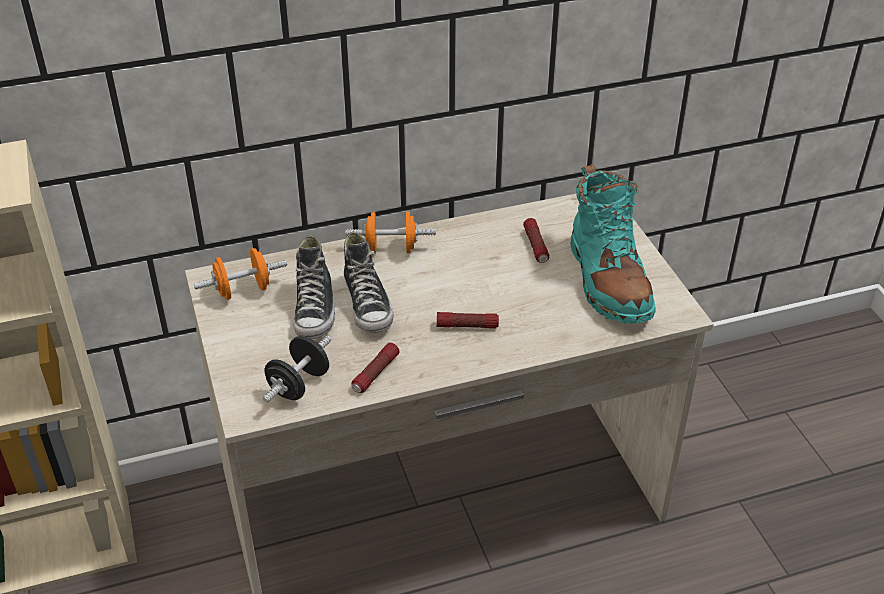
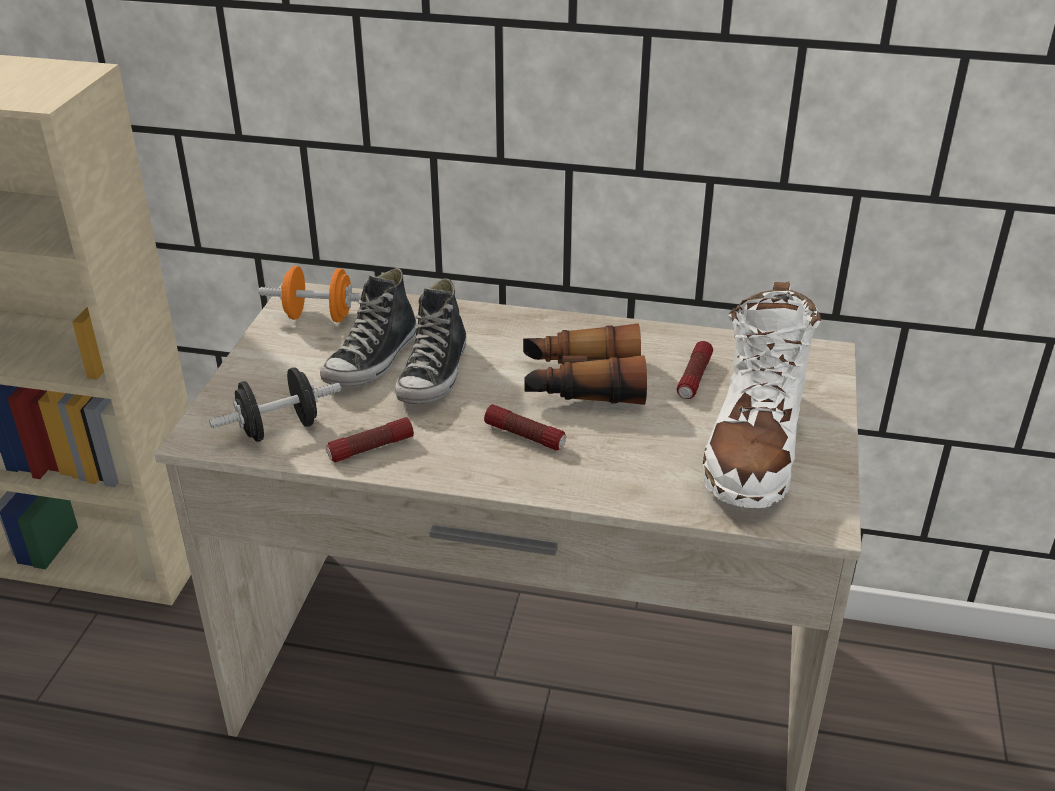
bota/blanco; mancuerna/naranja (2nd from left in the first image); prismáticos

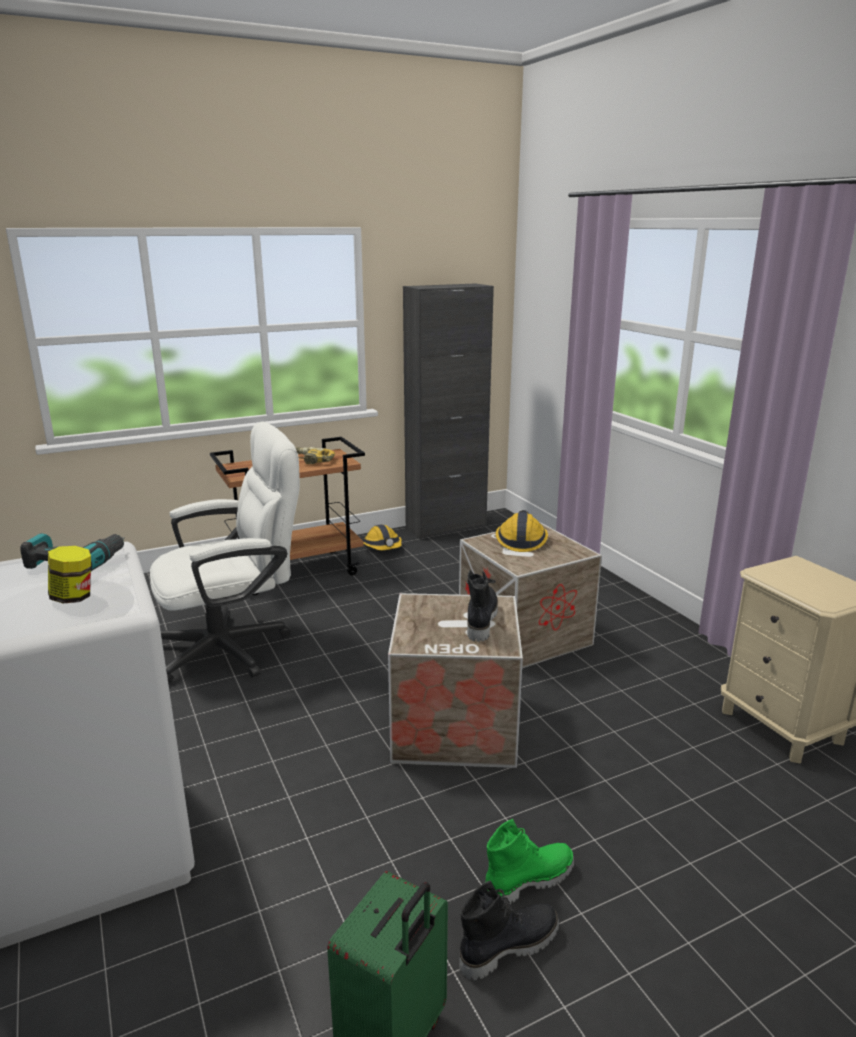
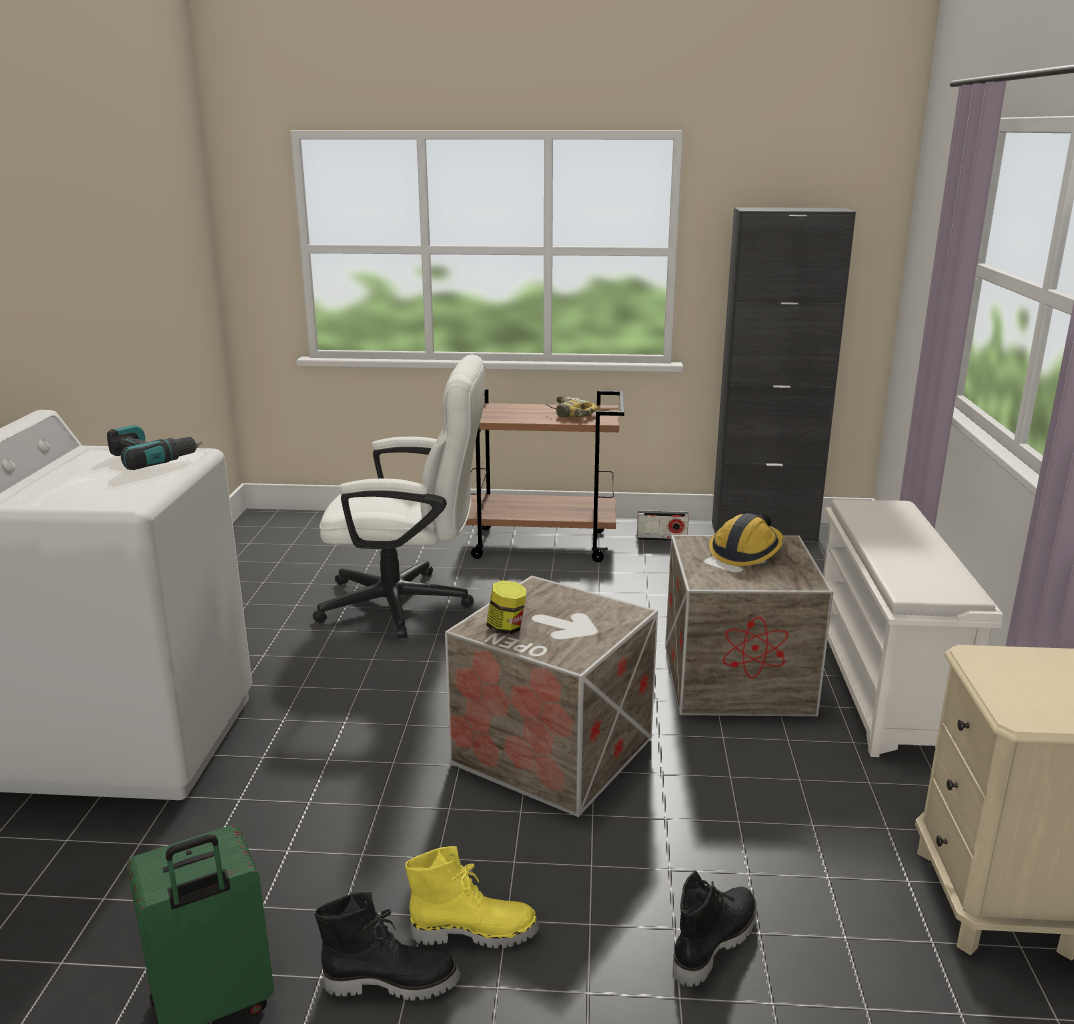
radio; tarro; bota/negro (2nd from left); bota/amarillo; zapatero/blanco

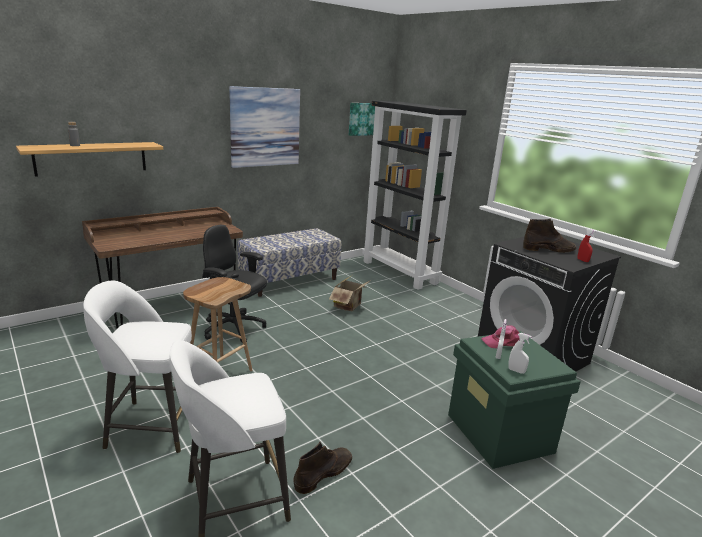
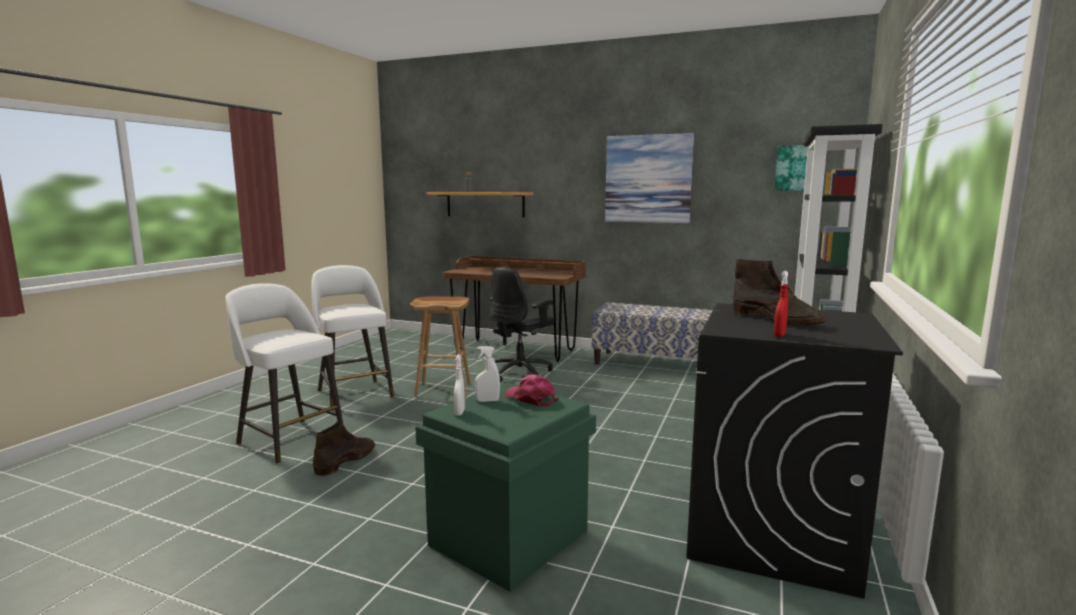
silla de oficina/negro; caja de cartón; bota/marrón (1st from left)

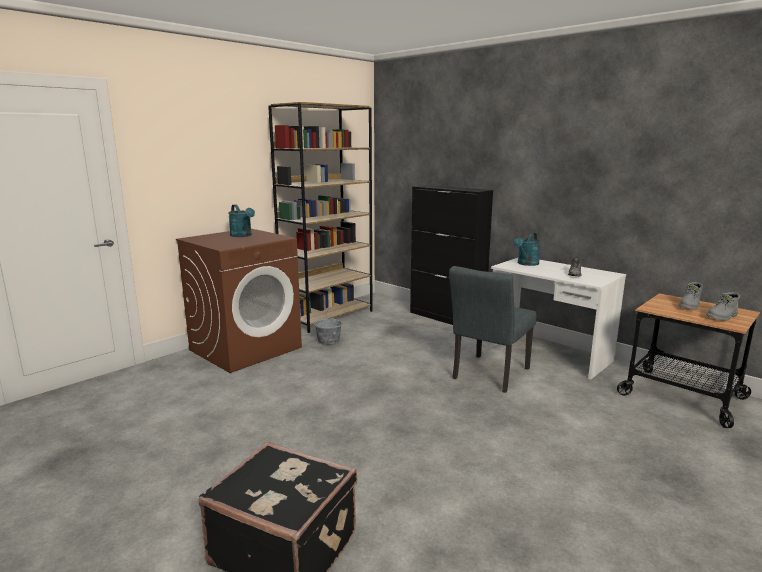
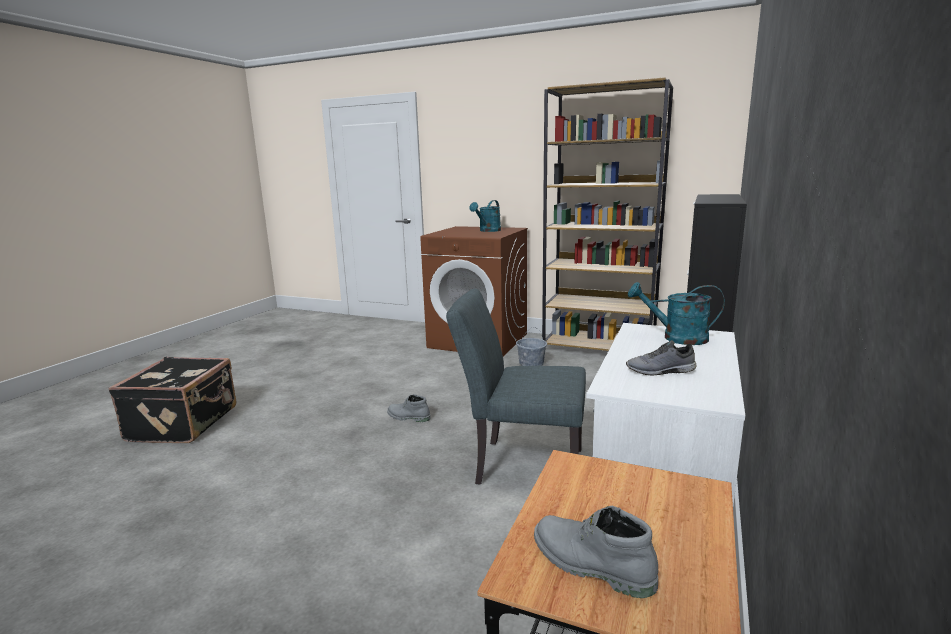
bota/gris (1st from left)

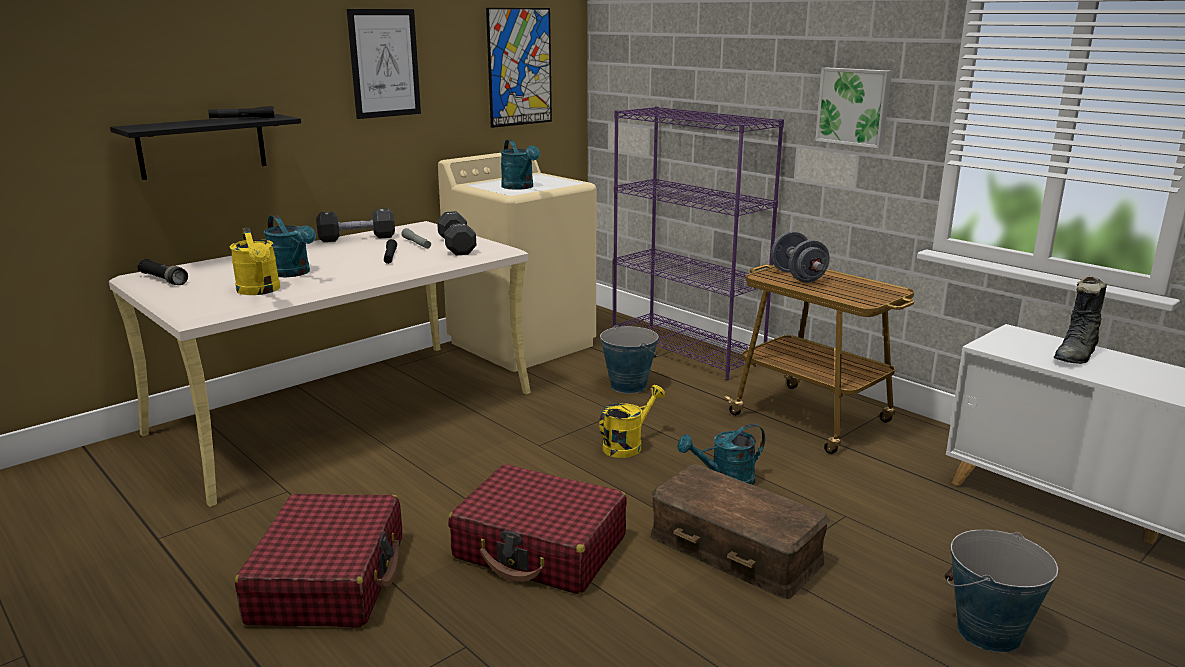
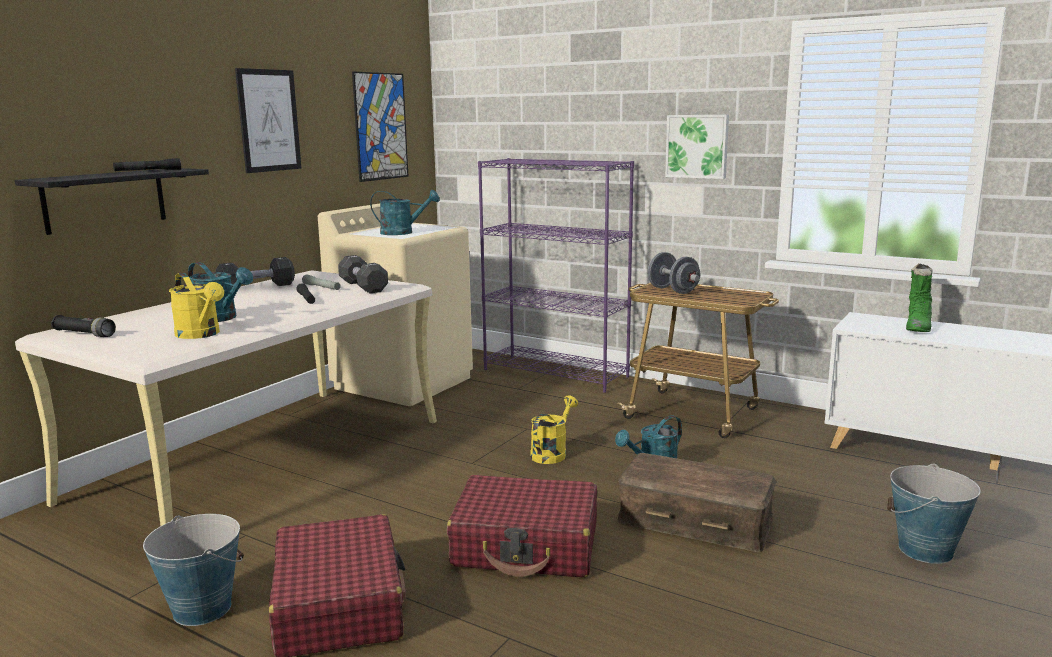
regadera/turquesa (2nd from left); bota/verde; cubo (1st from left)

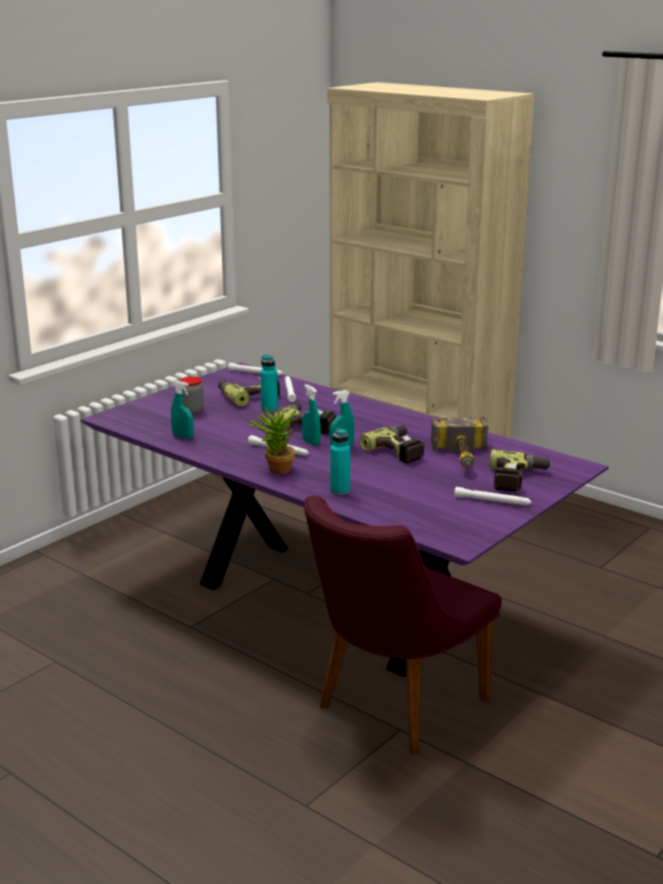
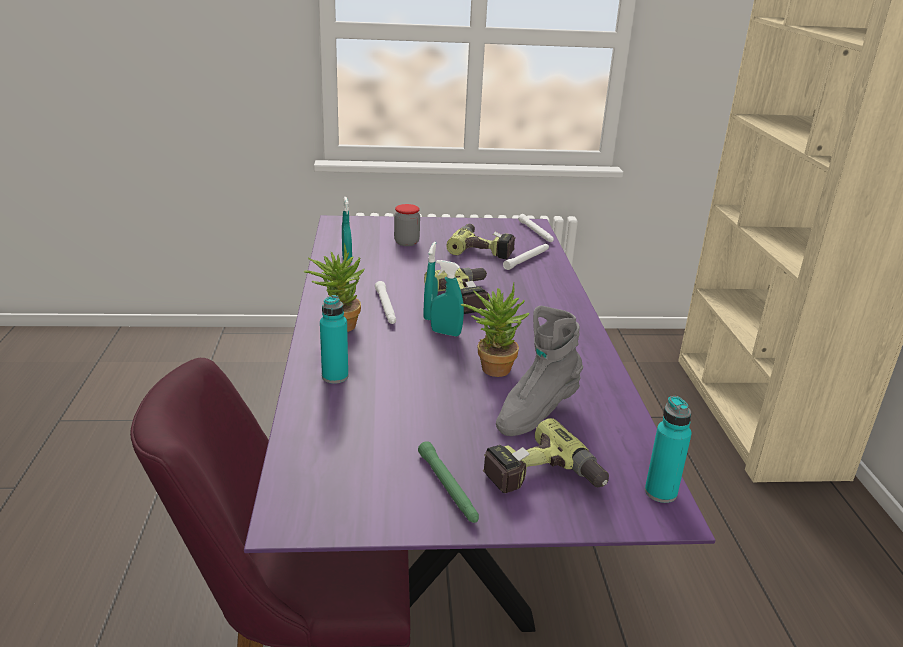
botella/turquesa (2nd from left); bota/gris; planta en maceta (2nd from left); linterna/verde

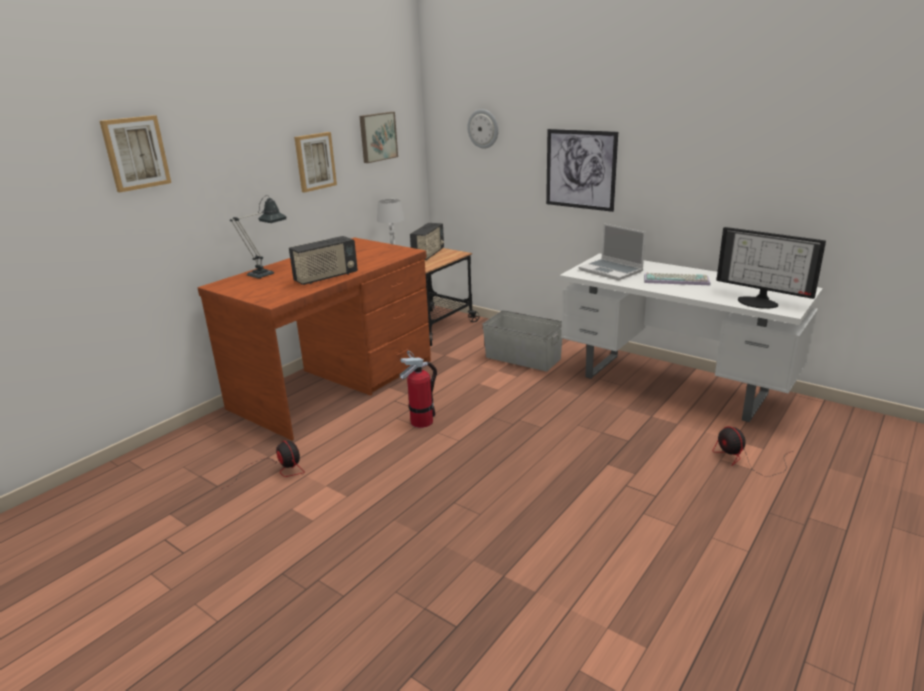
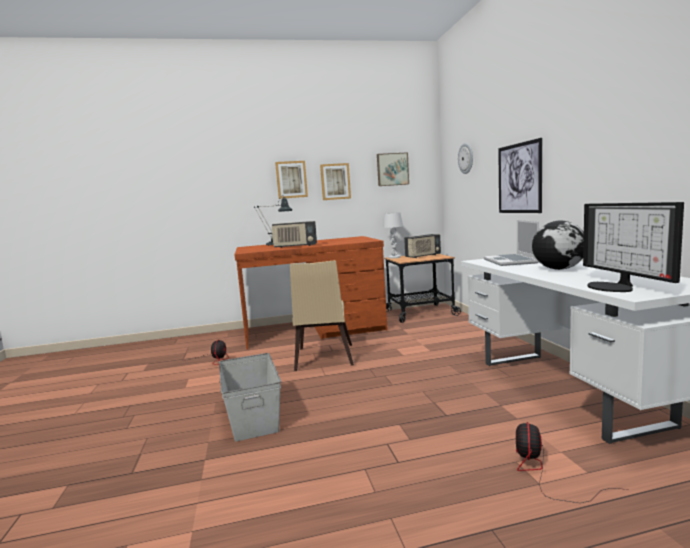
cuadro (1st from left); globo terráqueo; caja de almacenaje/gris; silla/beis

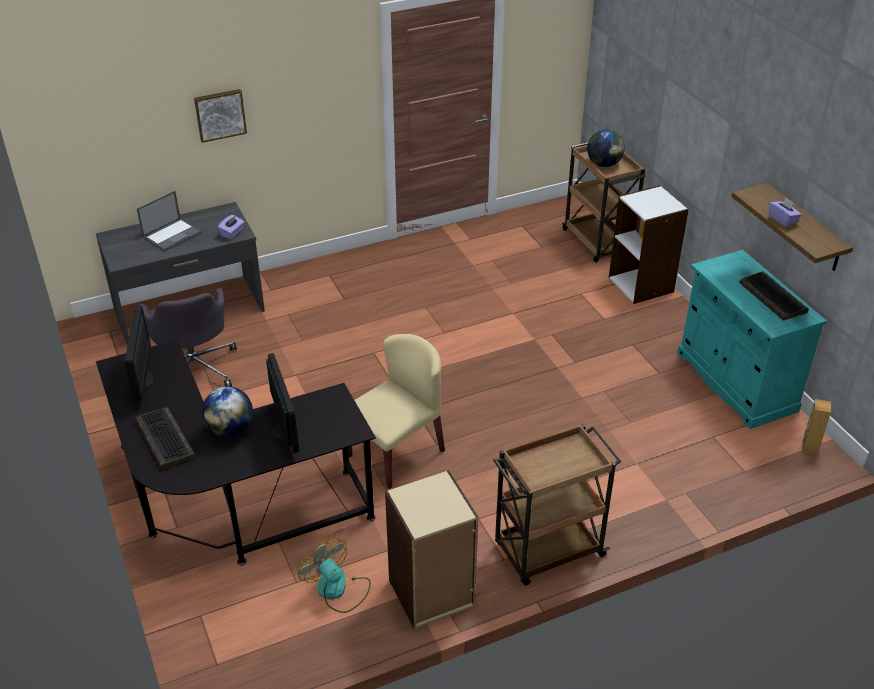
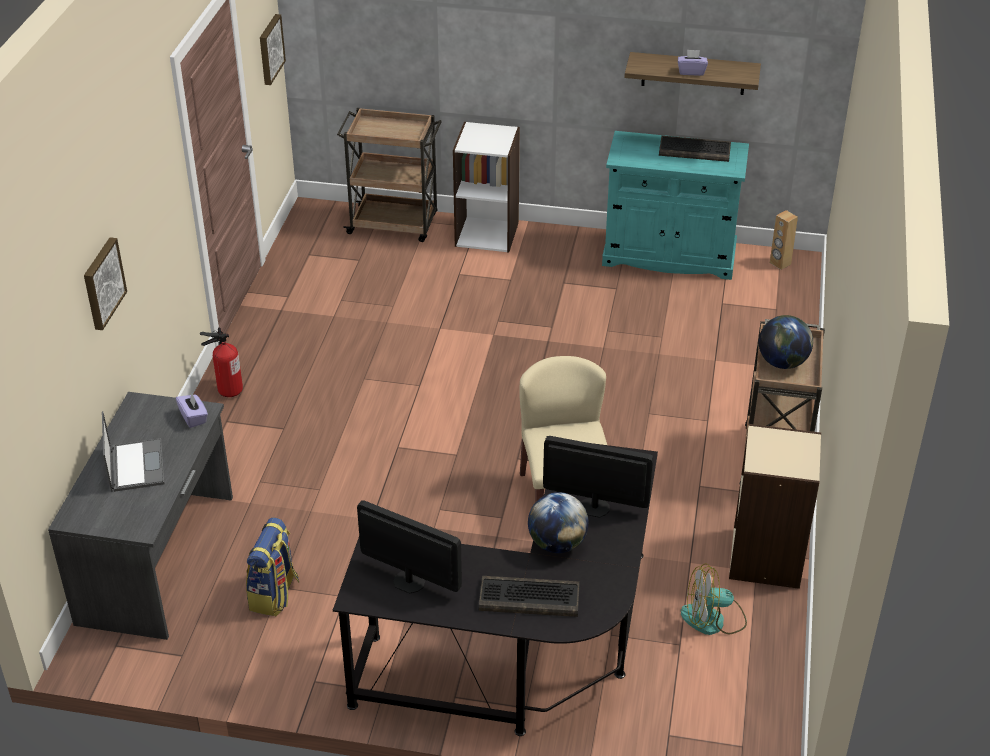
globo terráqueo (2nd from left); mochila; cuadro (2nd from left); extintor

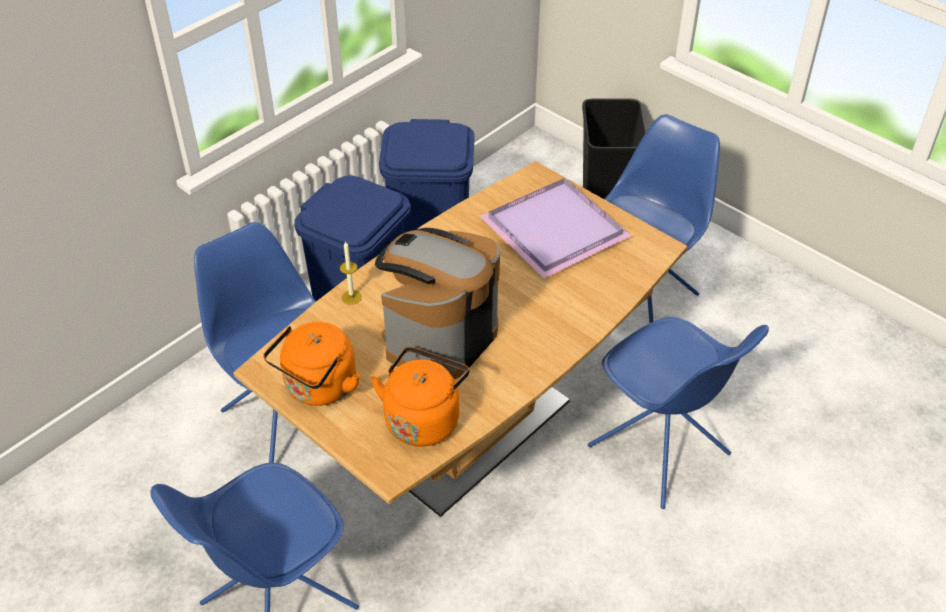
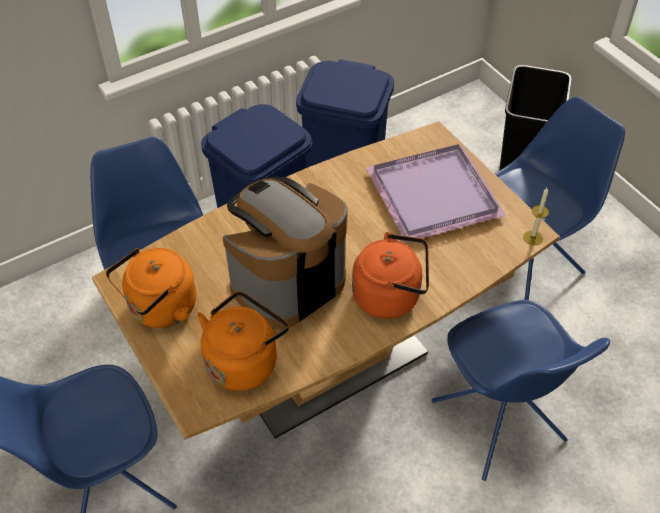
vela; hervidor/naranja (3rd from left)

